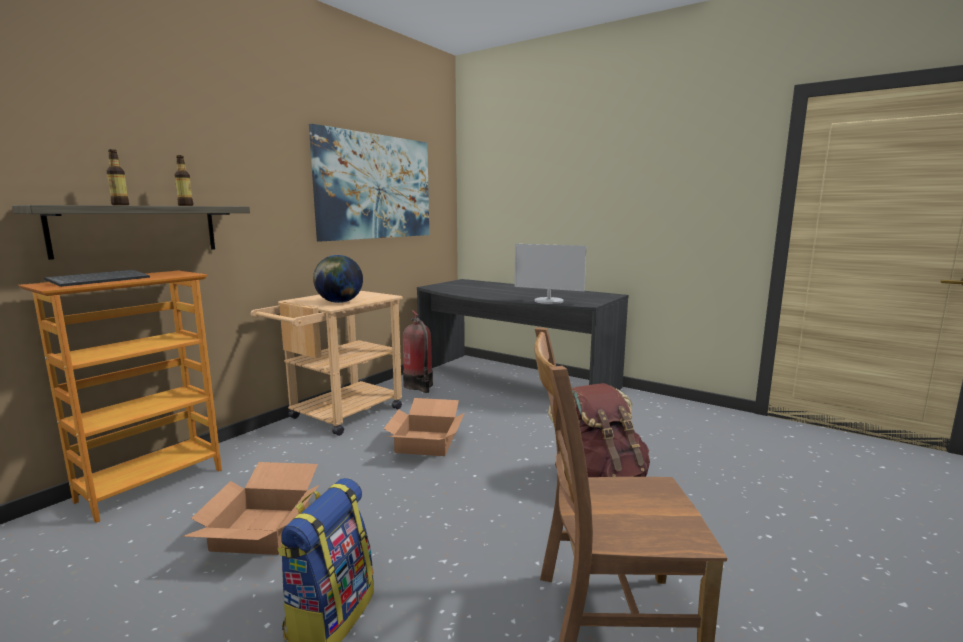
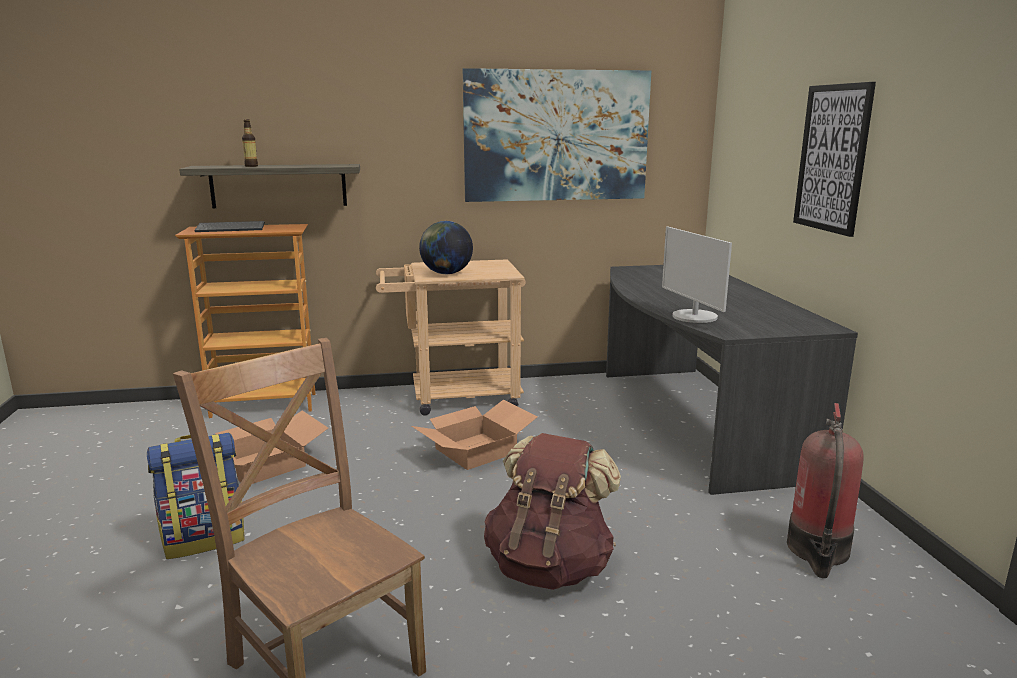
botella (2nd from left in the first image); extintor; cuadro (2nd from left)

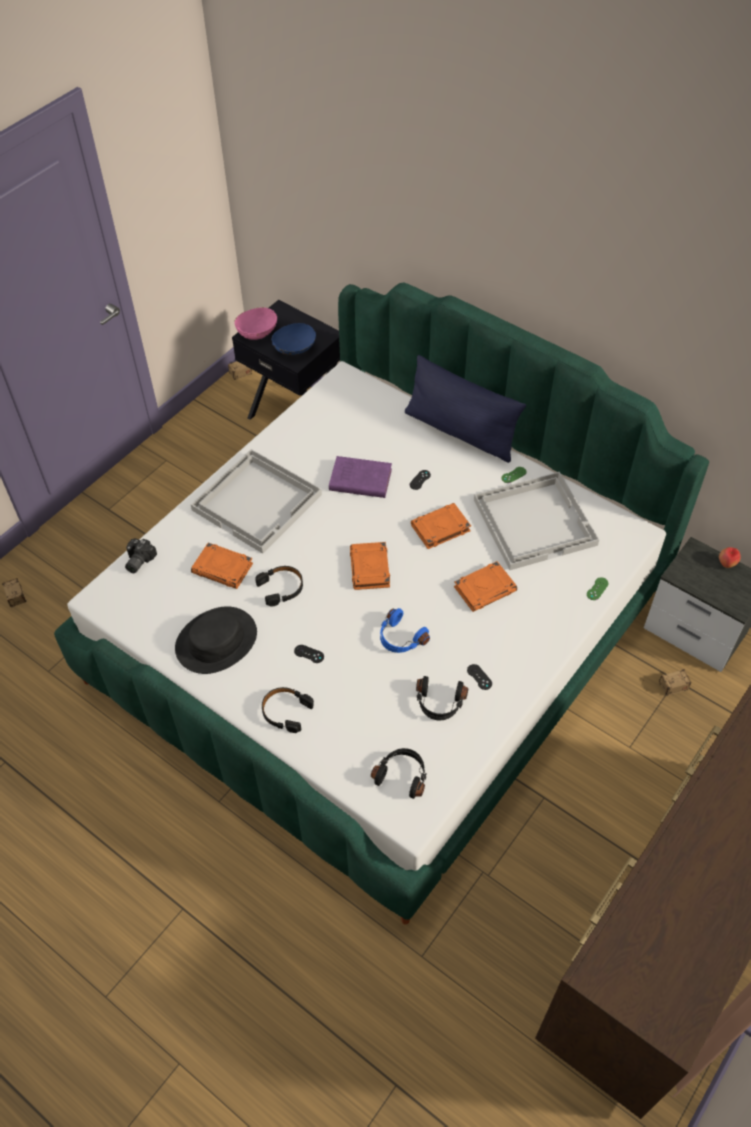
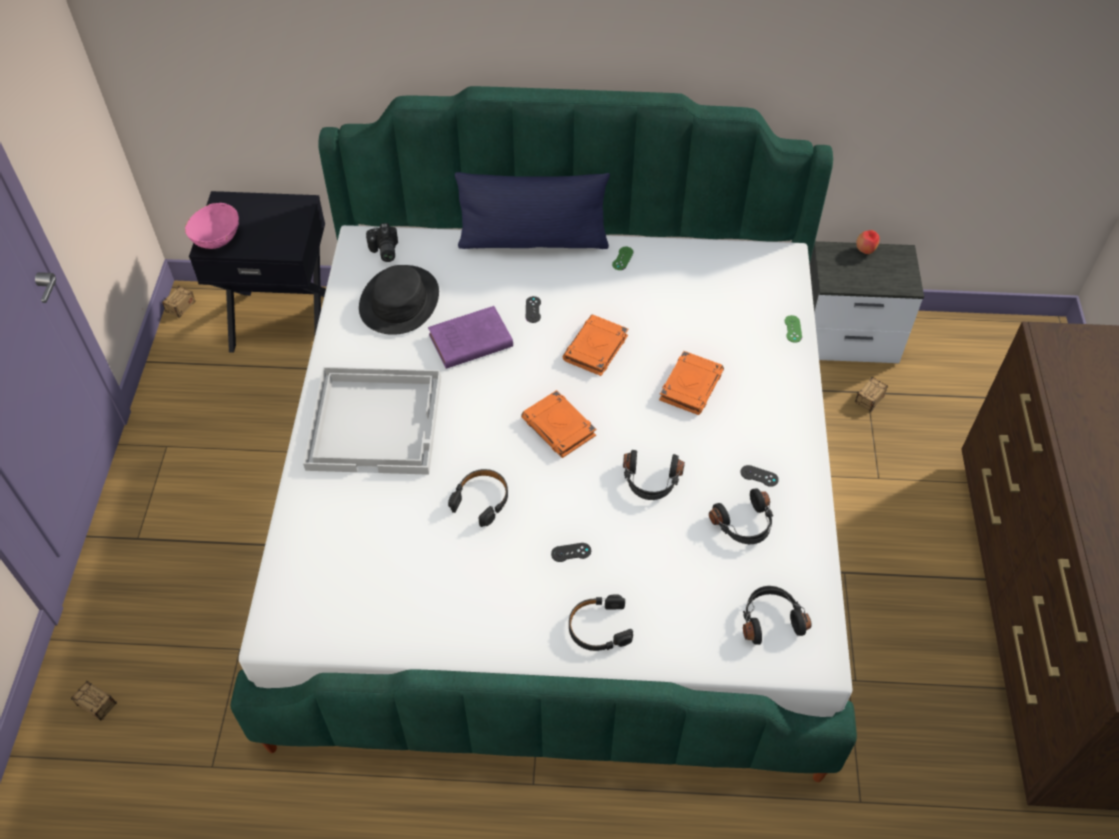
cuenco/azul; bandeja/blanco (2nd from left in the first image); cámara; libro/naranja (1st from left in the first image); sombrero/negro; auriculares/negro (3rd from left)

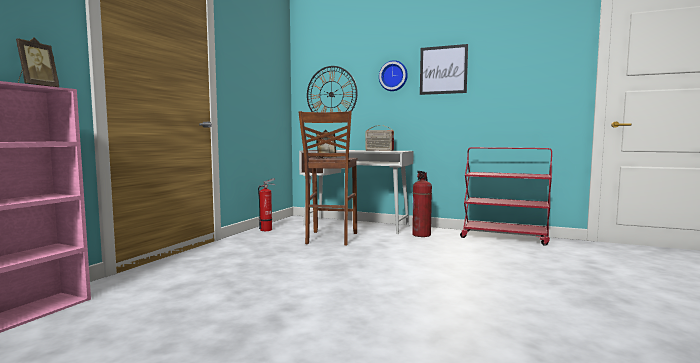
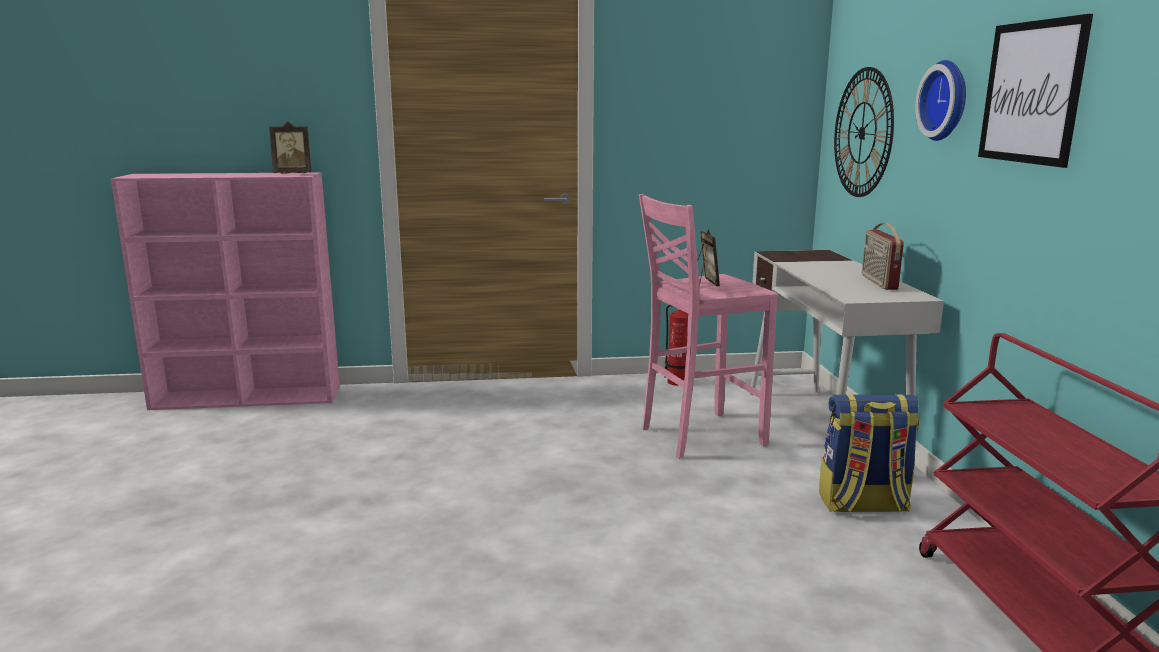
taburete/rosa; mochila

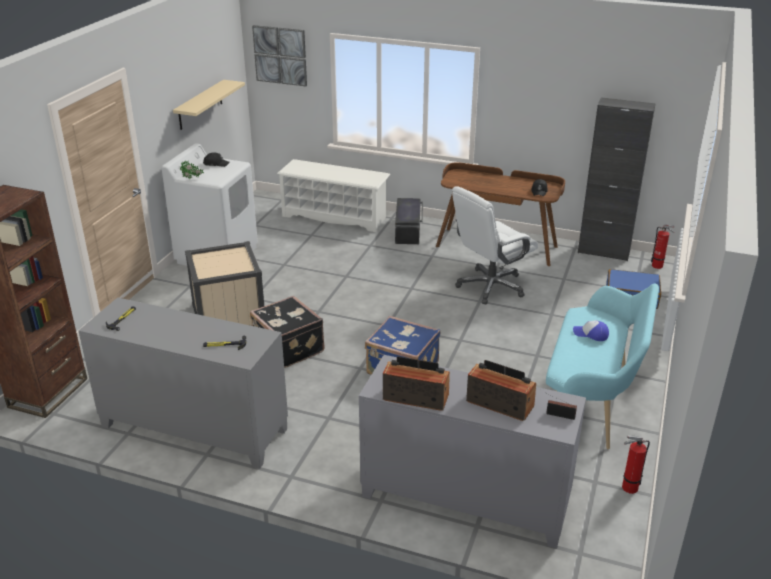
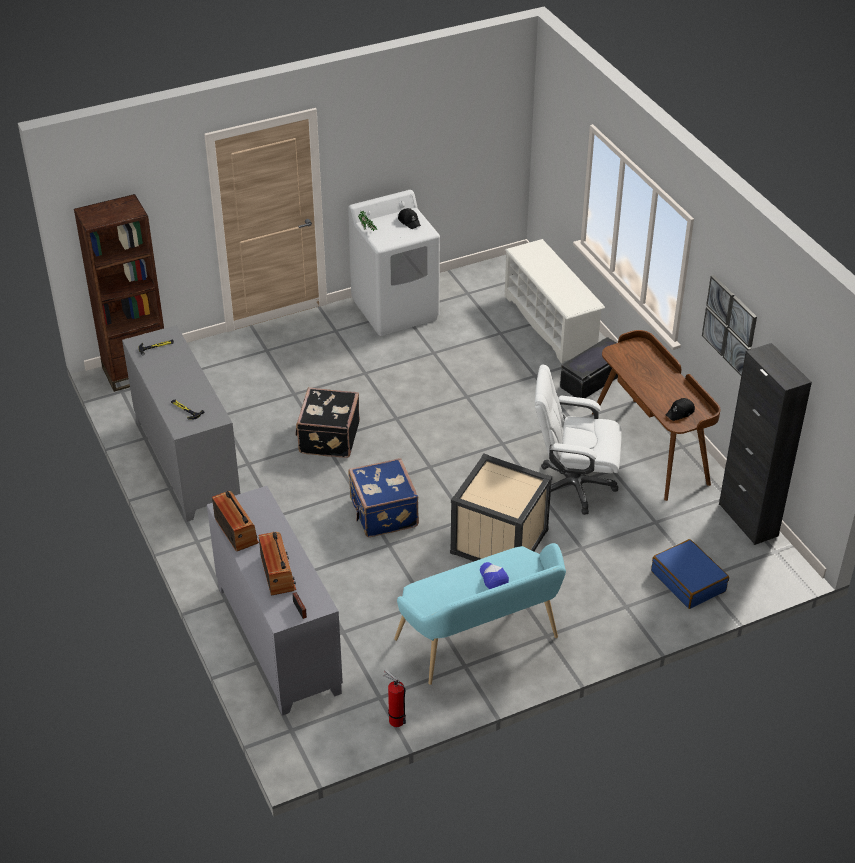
cuadro; estante/beis; extintor (2nd from left in the first image); caja de almacenaje/beis

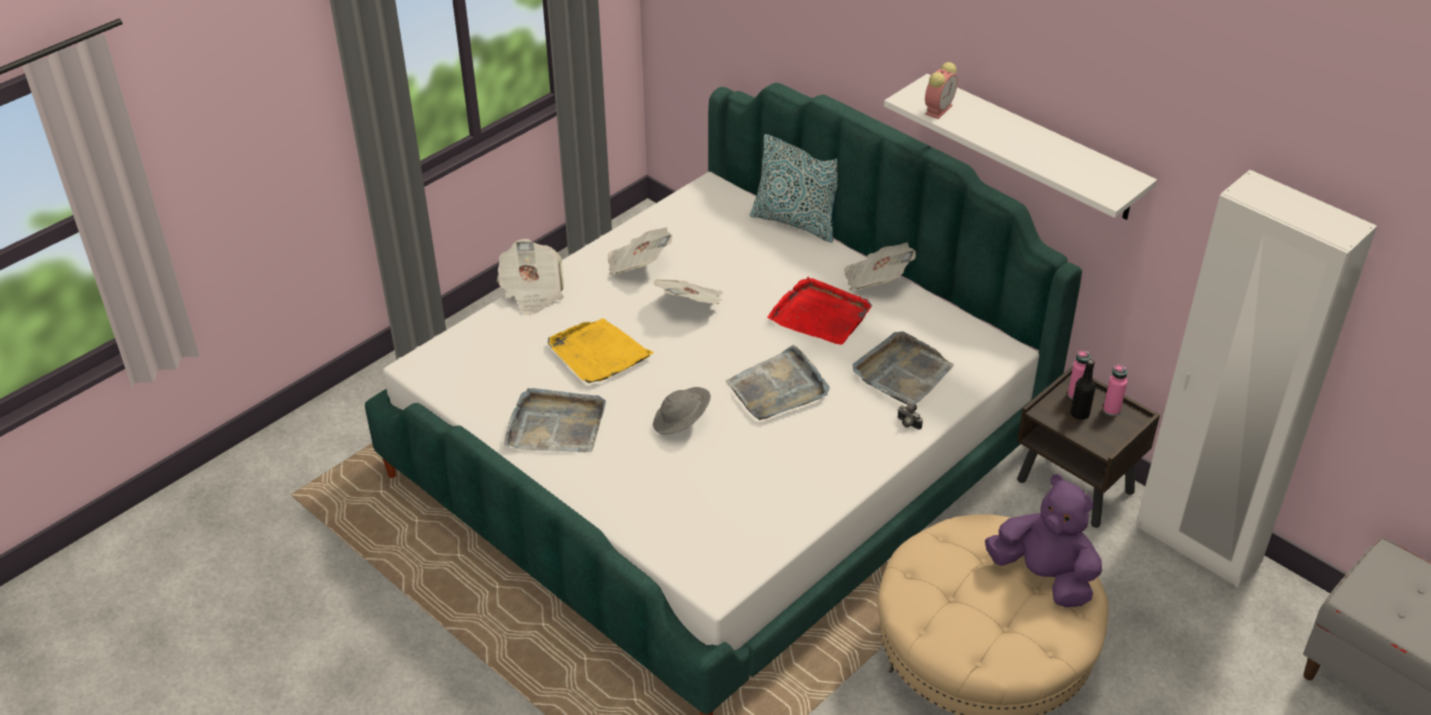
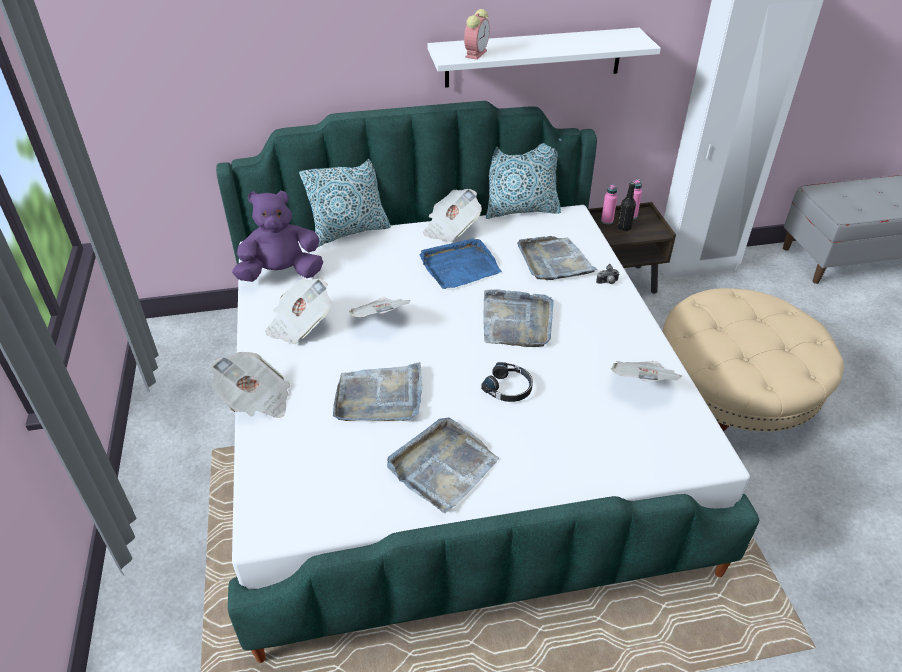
despertador; bandeja/azul; bandeja/gris (1st from left); auriculares/negro; peluche/morado; cojín (2nd from left); periódico (5th from left)

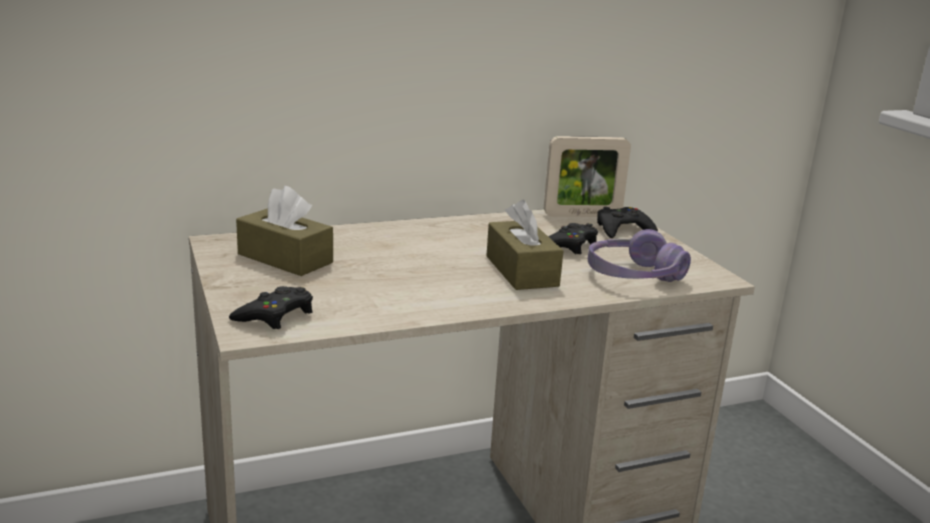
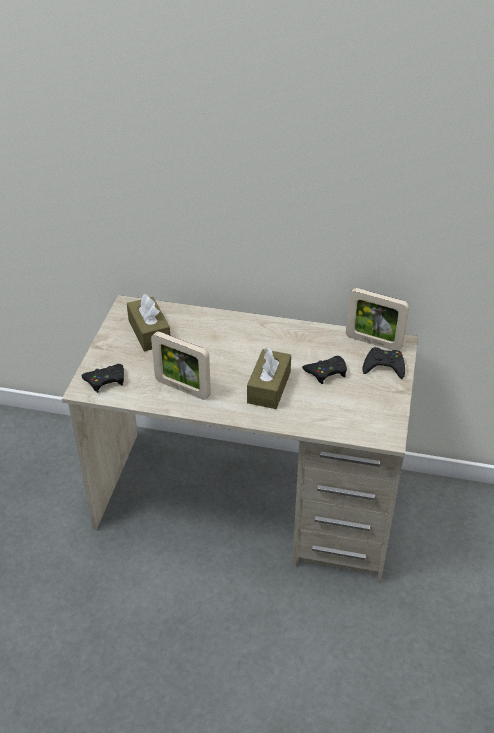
auriculares/morado; portarretratos (1st from left)

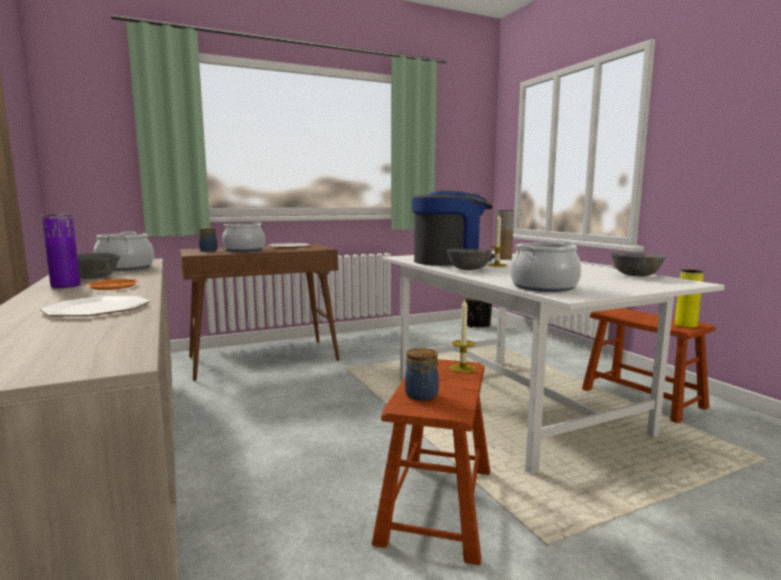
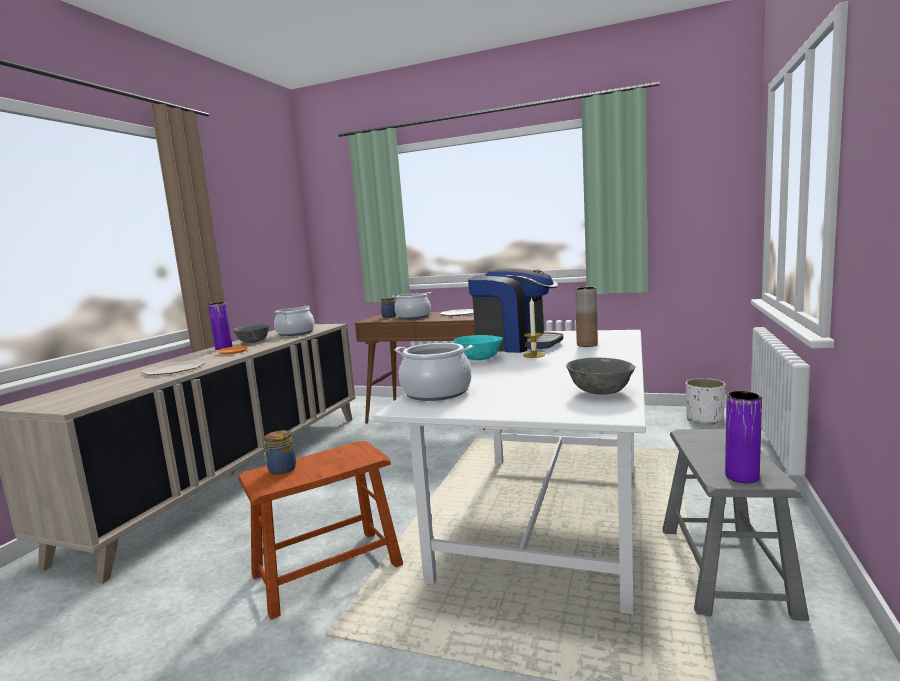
cuenco/turquesa; florero/morado (2nd from left); maceta/blanco; vela (1st from left in the first image); taburete/gris

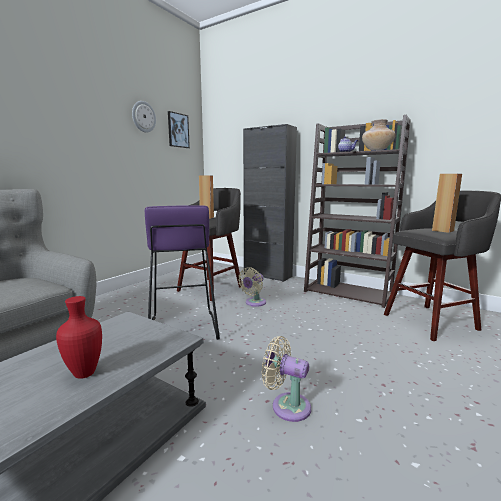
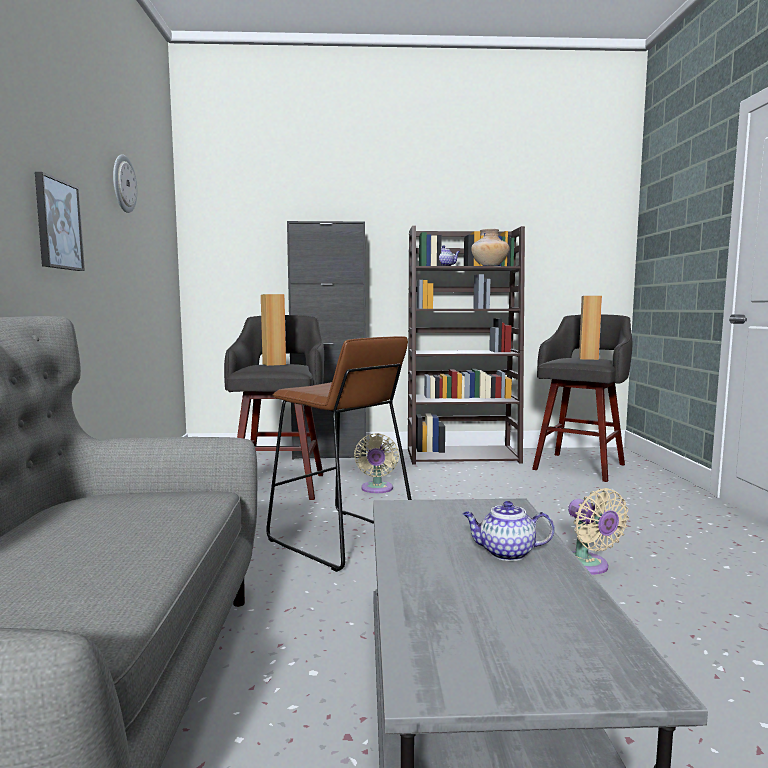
cuadro; taburete/marrón; tetera (2nd from left); ventilador/beis (2nd from left)

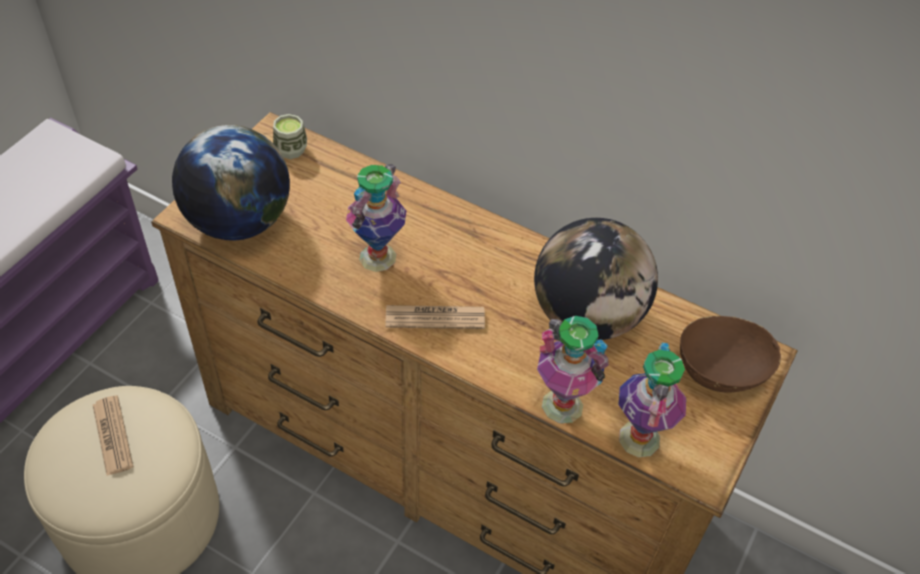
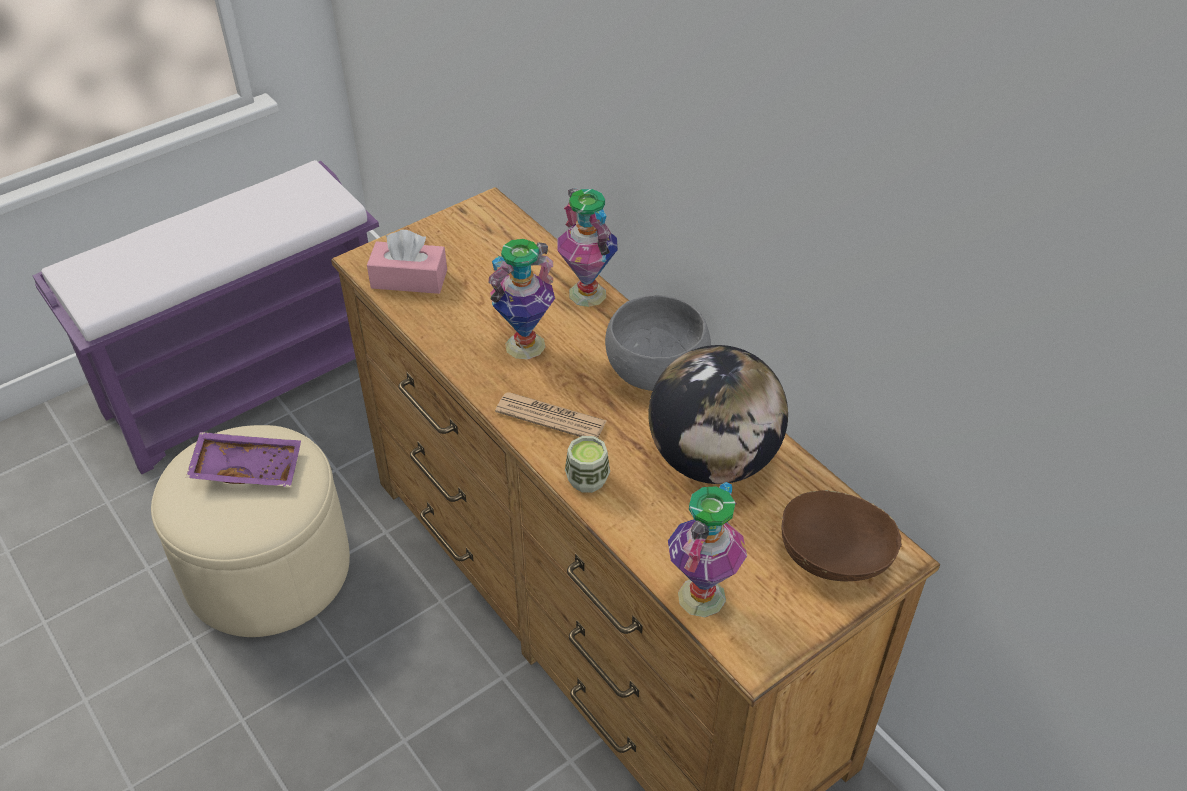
taza; caja de pañuelos/rosa; florero (2nd from left); bandeja/morado; cuenco/gris

